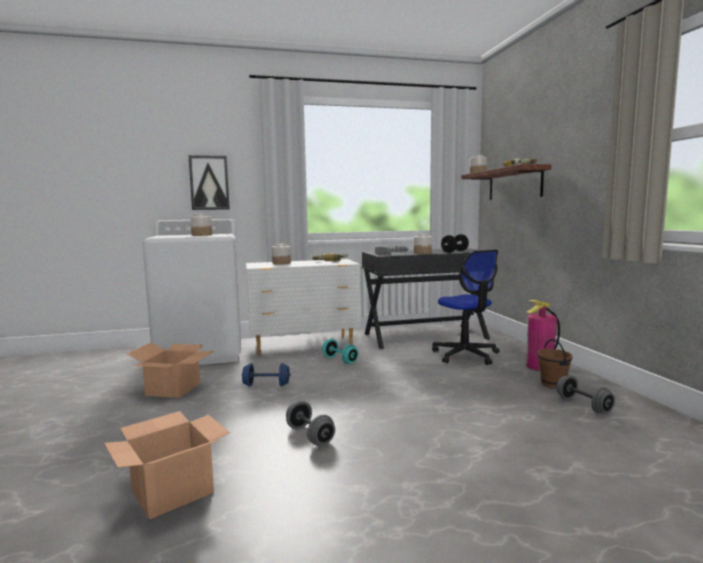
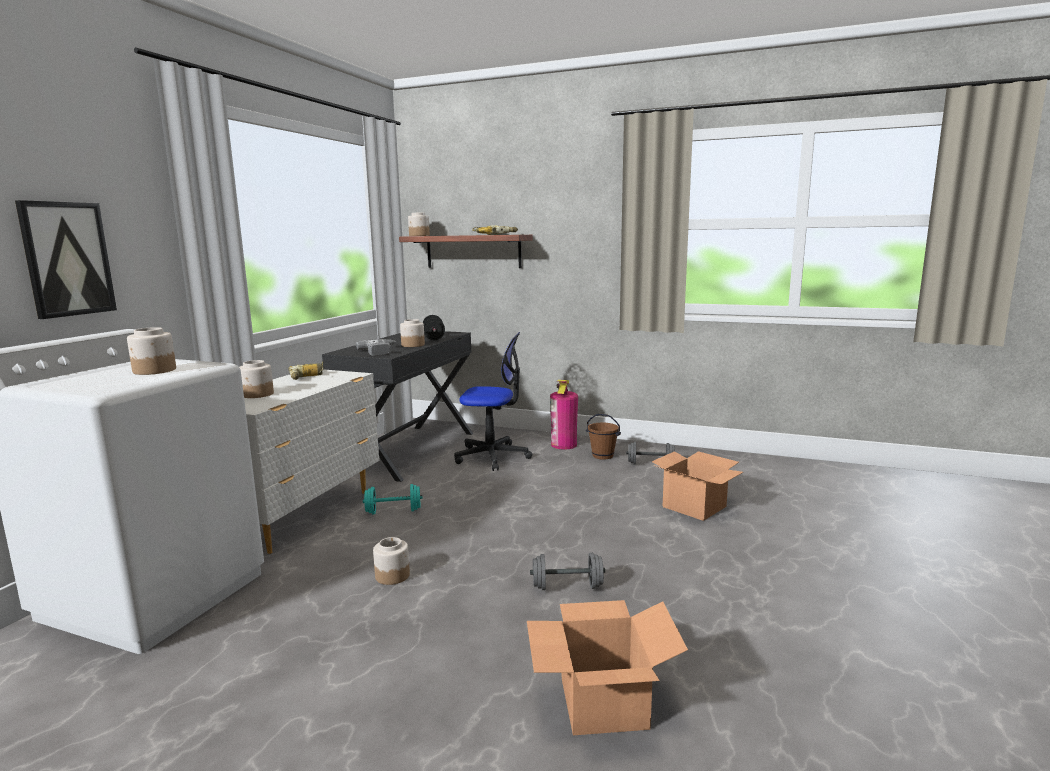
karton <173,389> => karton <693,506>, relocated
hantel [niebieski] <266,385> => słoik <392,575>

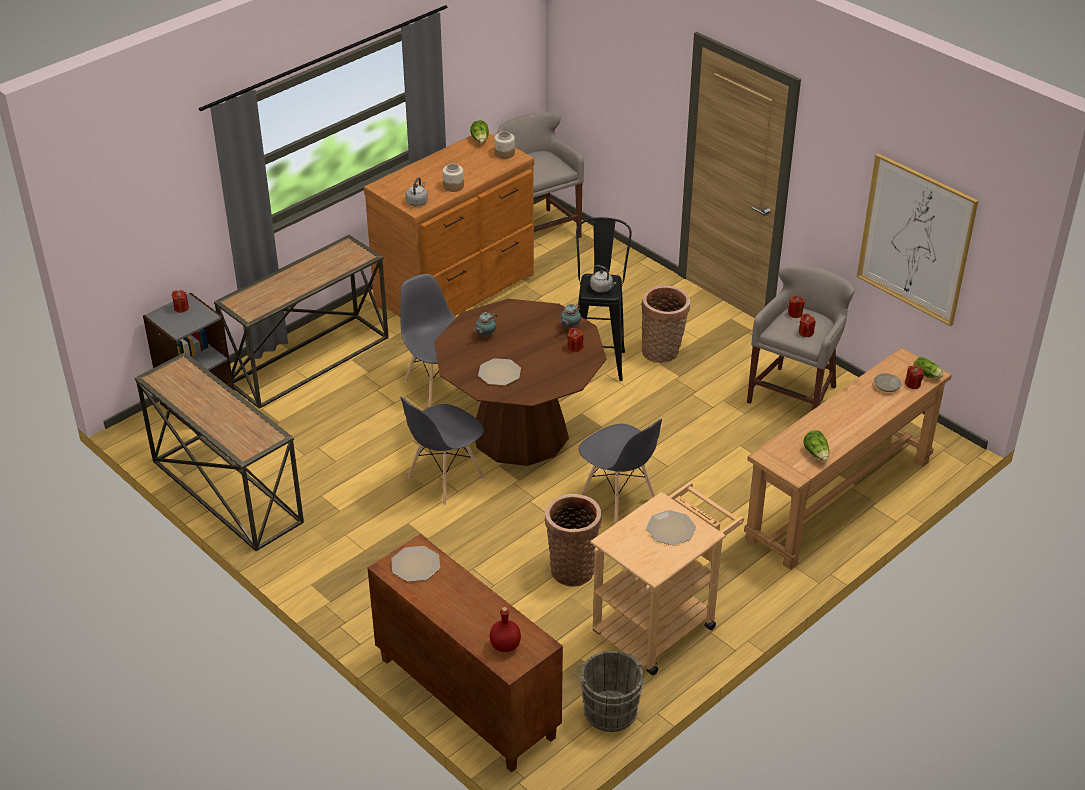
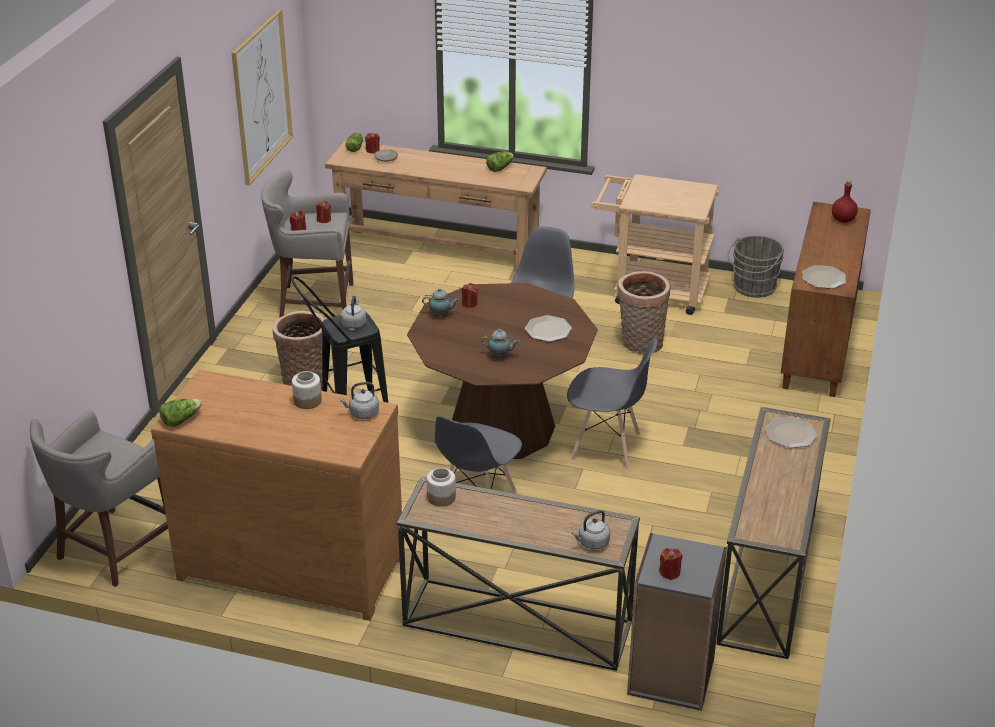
słoik <504,153> => słoik <441,497>, relocated
talerz <670,528> => talerz <790,434>, relocated
nothing => czajnik [szary] <592,543>

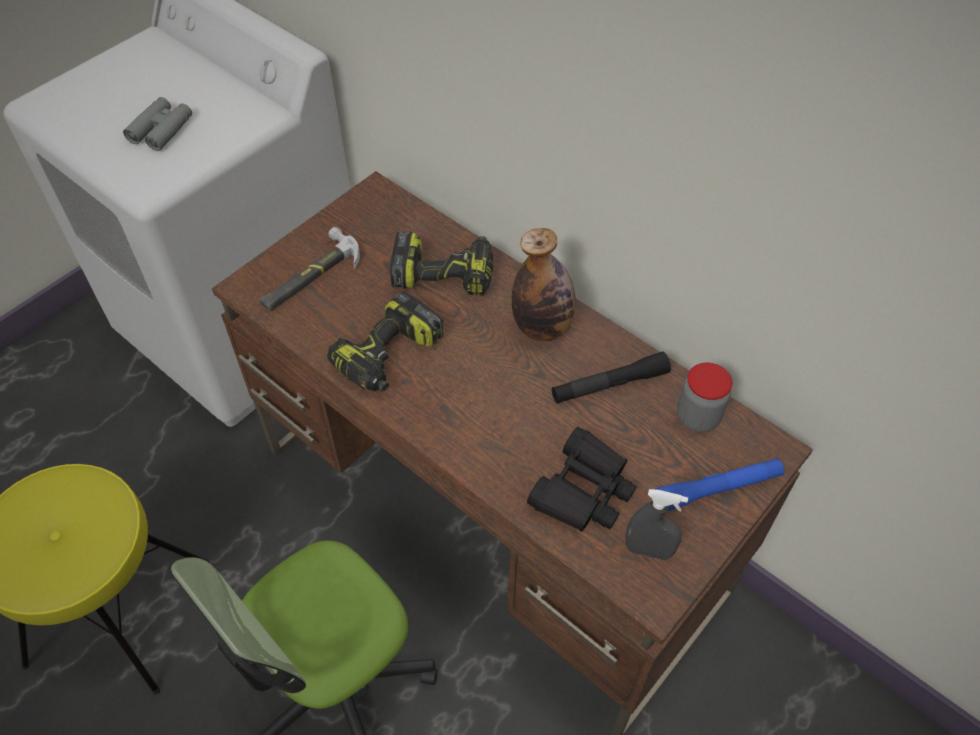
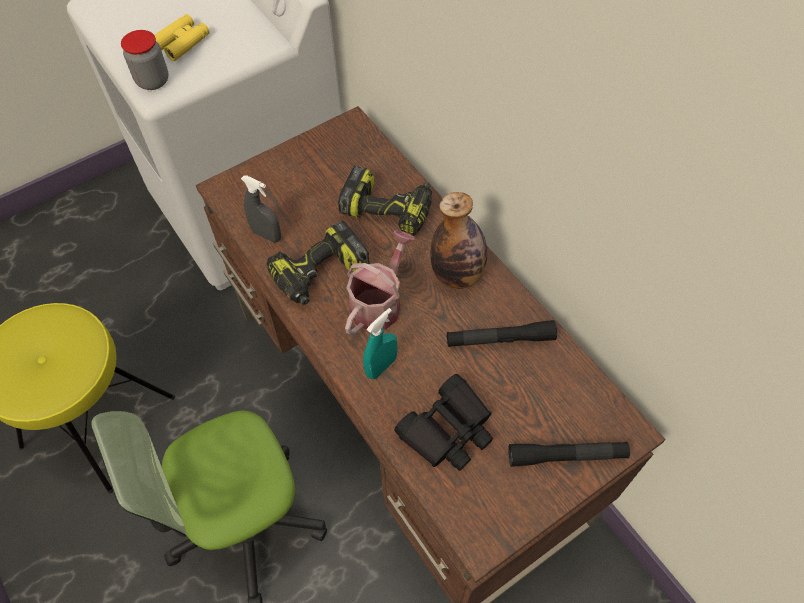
lornetka [szary] <161,130> => lornetka [żółty] <182,42>
młotek <310,276> => nothing
słoik <697,417> => słoik <153,81>, relocated
latarka [niebieski] <717,489> => latarka [czarny] <566,456>
spryskiwacz [szary] <648,550> => spryskiwacz [szary] <266,235>, relocated
nothing => konewka <379,303>
nothing => spryskiwacz [turkusowy] <381,366>

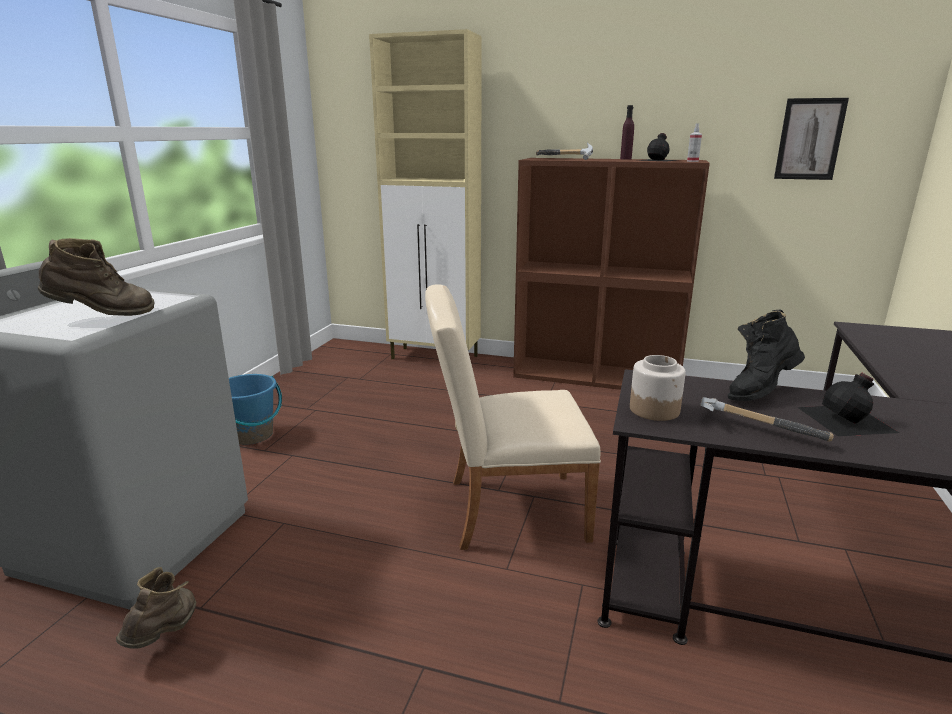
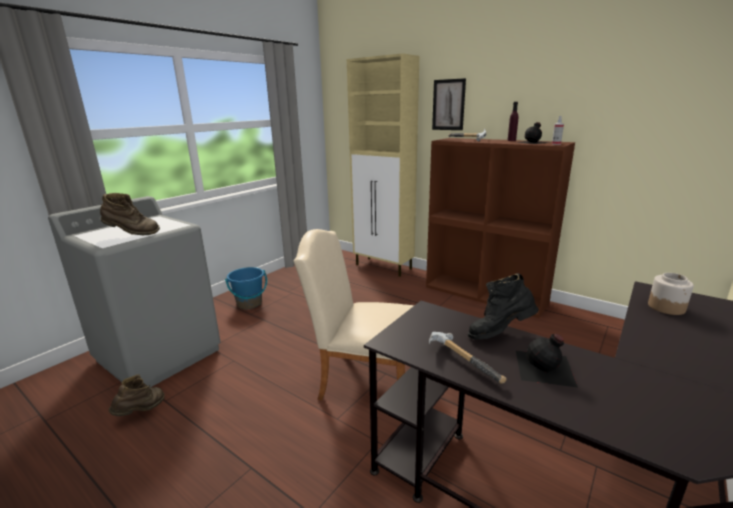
obraz <809,139> => obraz <448,105>, relocated
słoik <654,410> => słoik <666,307>, relocated

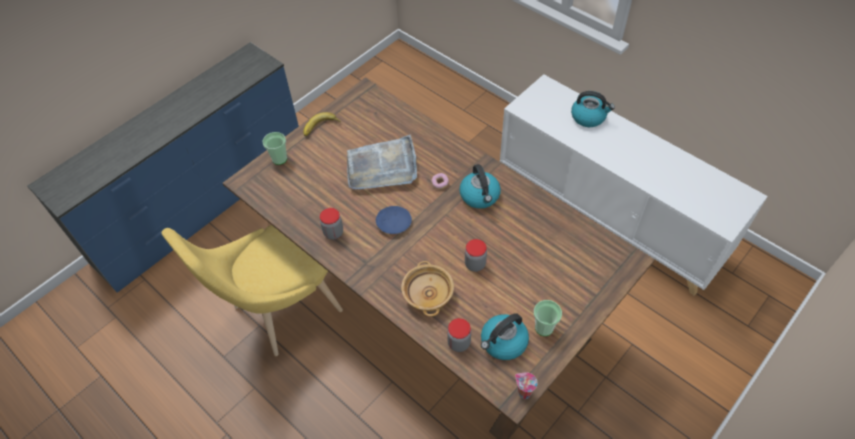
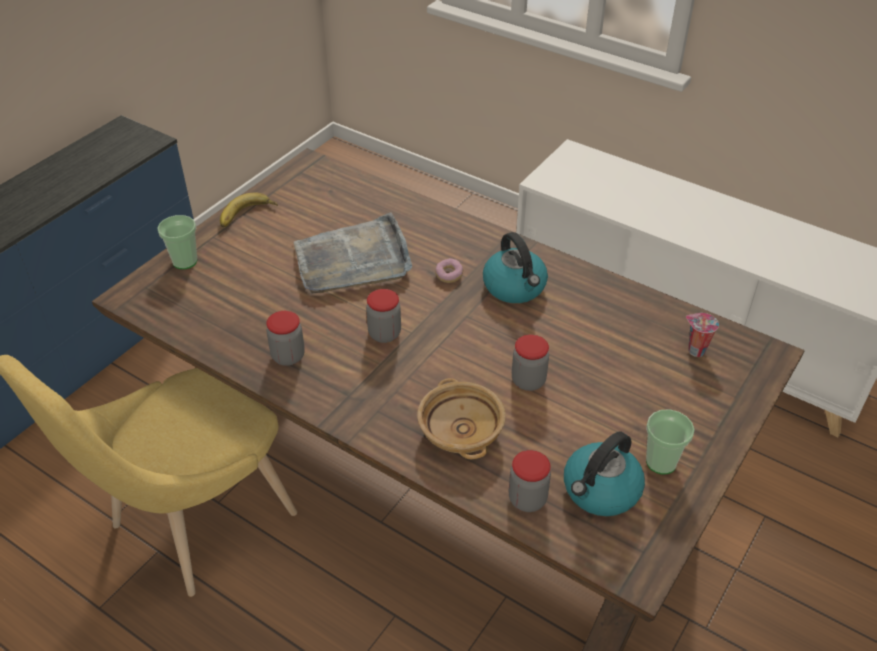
czajnik <588,117> => nothing
talerz [niebieski] <393,222> => słoik <384,334>
filiżanka <523,393> => filiżanka <695,350>, relocated

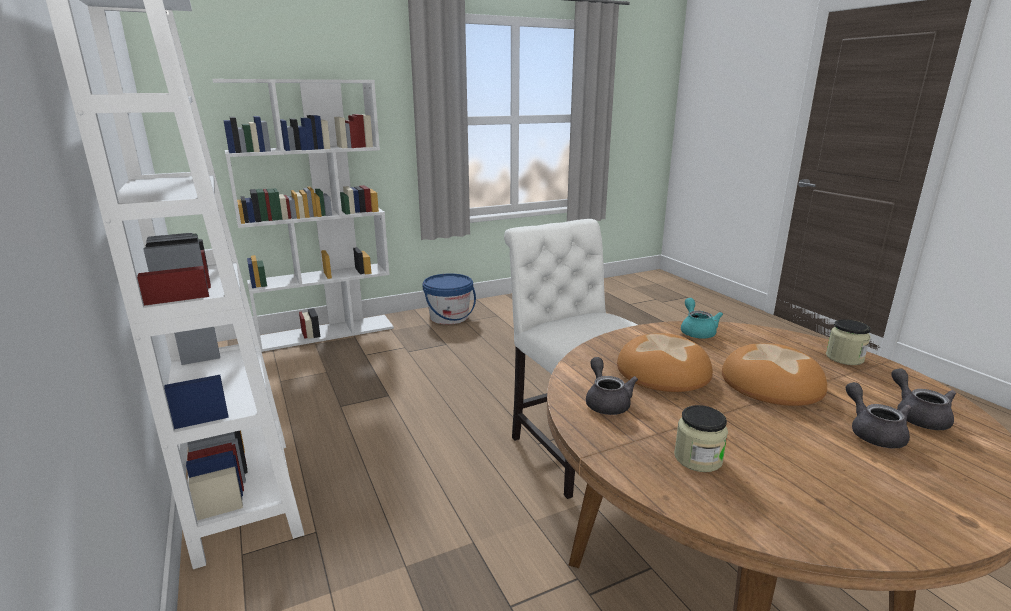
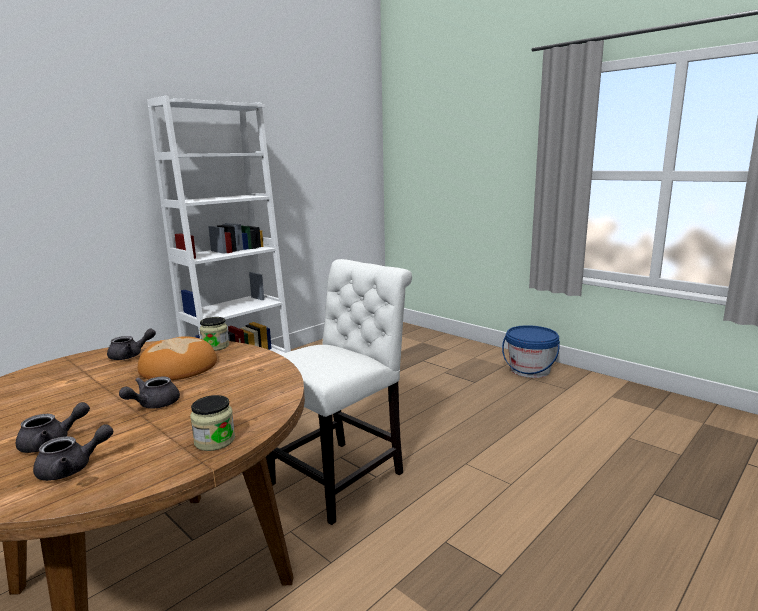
regał [biały] <327,332> => nothing
imbryk [turkusowy] <696,331> => nothing
chleb <772,383> => imbryk [szary] <153,404>
słoik <698,458> => słoik <215,346>, relocated

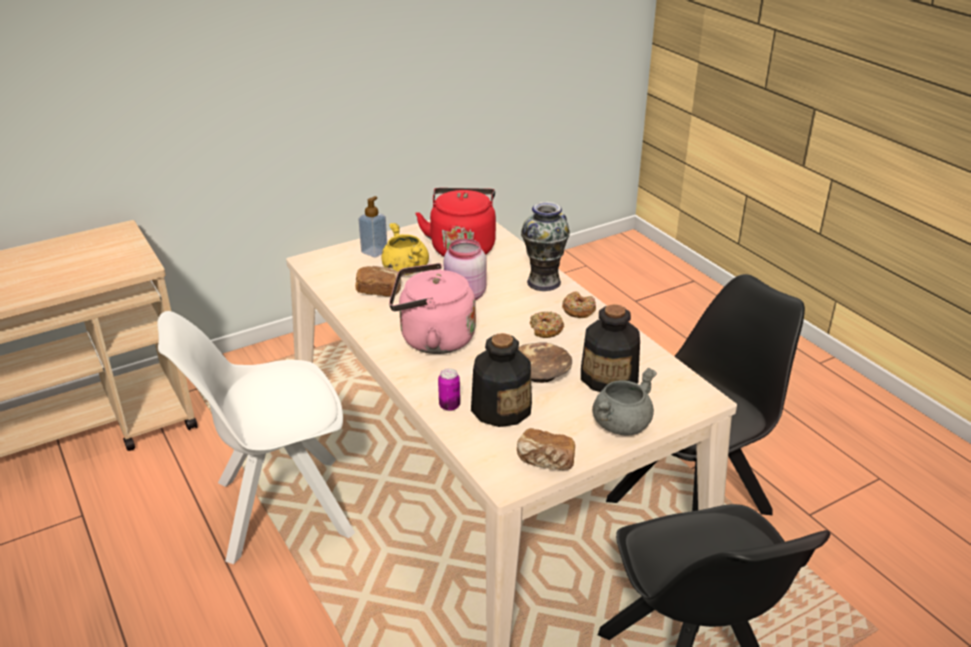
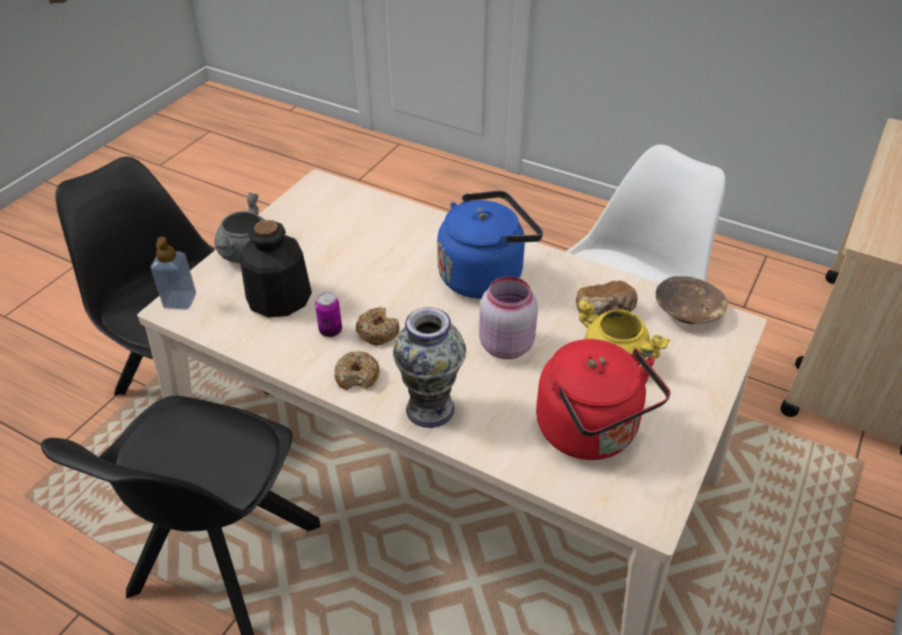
dozownik mydła <374,251> => dozownik mydła <180,300>, relocated
czajnik [różowy] <432,339> => czajnik [niebieski] <485,275>
butelka <501,408> => nothing
miska [brązowy] <541,372> => miska [brązowy] <687,311>, relocated
puszka <449,406> => puszka <330,331>, relocated
chleb <545,462> => nothing

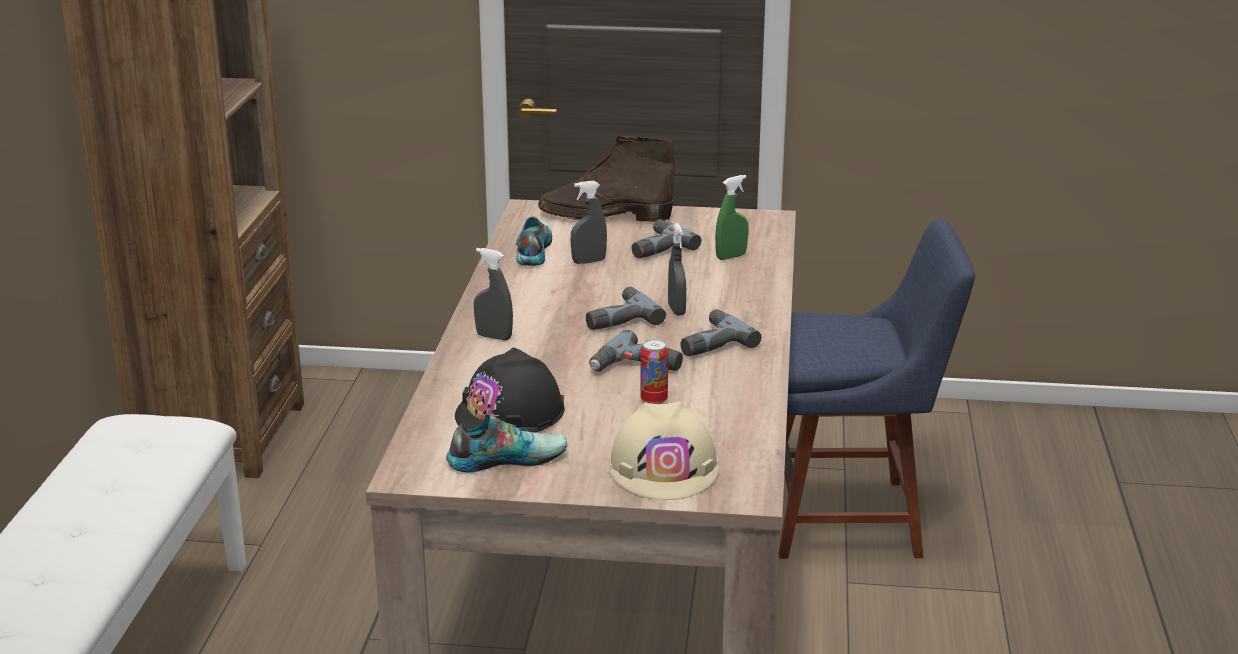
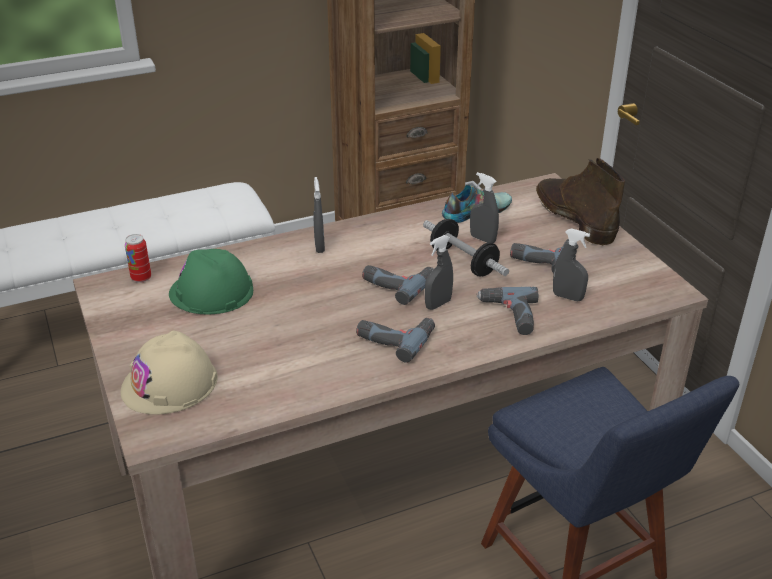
spryskiwacz [zielony] <731,256> => spryskiwacz [szary] <567,297>
wiertarka <636,368> => wiertarka <508,316>, relocated
puszka <654,400> => puszka <141,278>, relocated
kask [czarny] <510,412> => kask [zielony] <211,292>
but <506,458> => nothing
nothing => hantel <463,262>

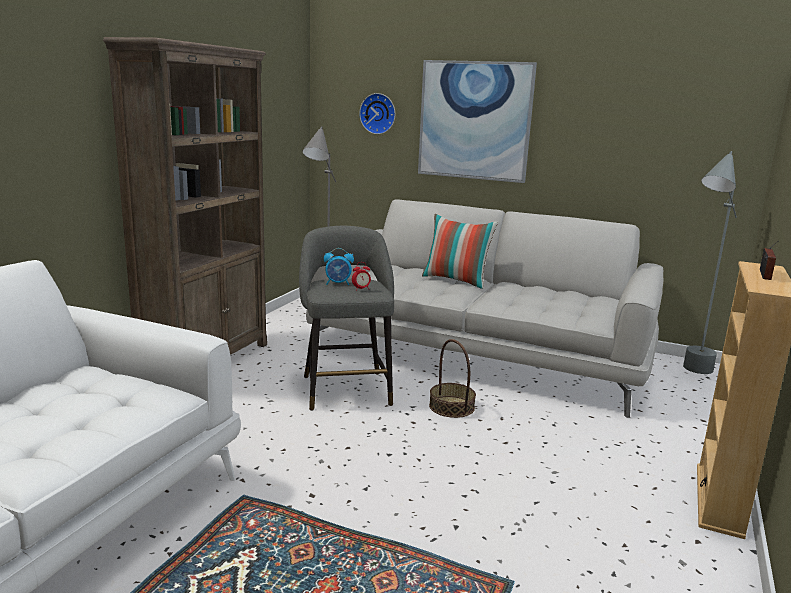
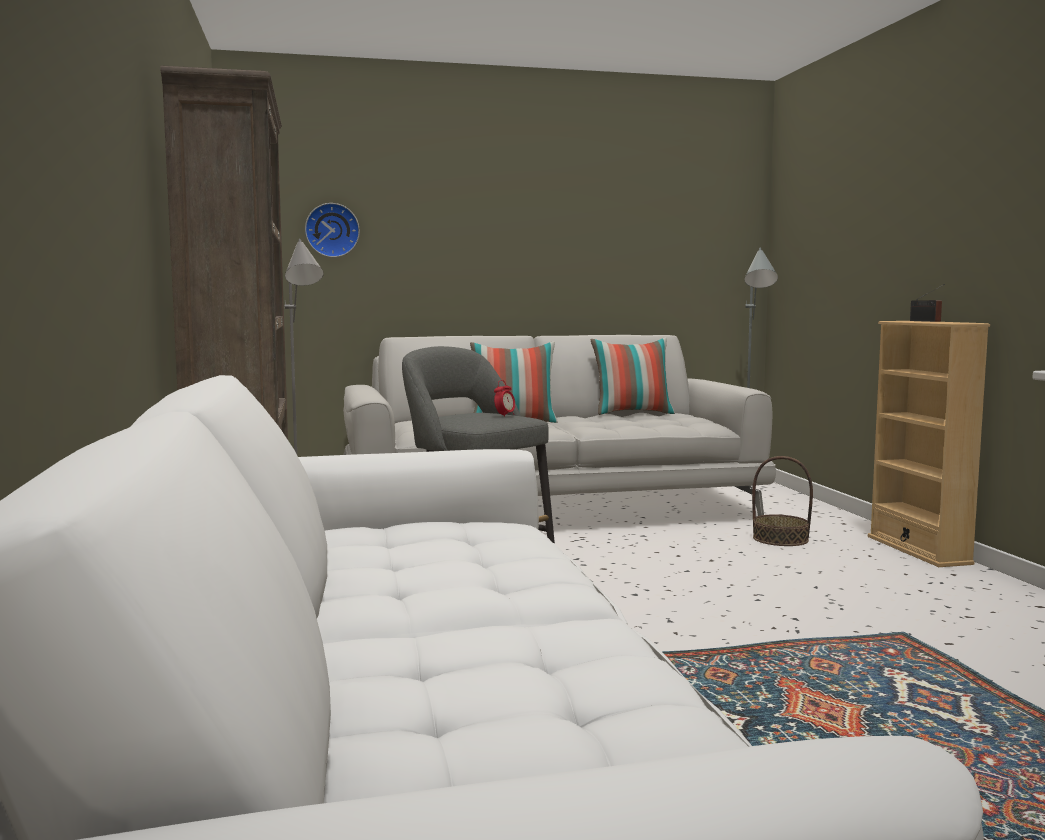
obraz <474,121> => nothing
budzik <338,283> => nothing
koszyk <452,407> => koszyk <780,539>, relocated
nothing => poduszka <632,413>

